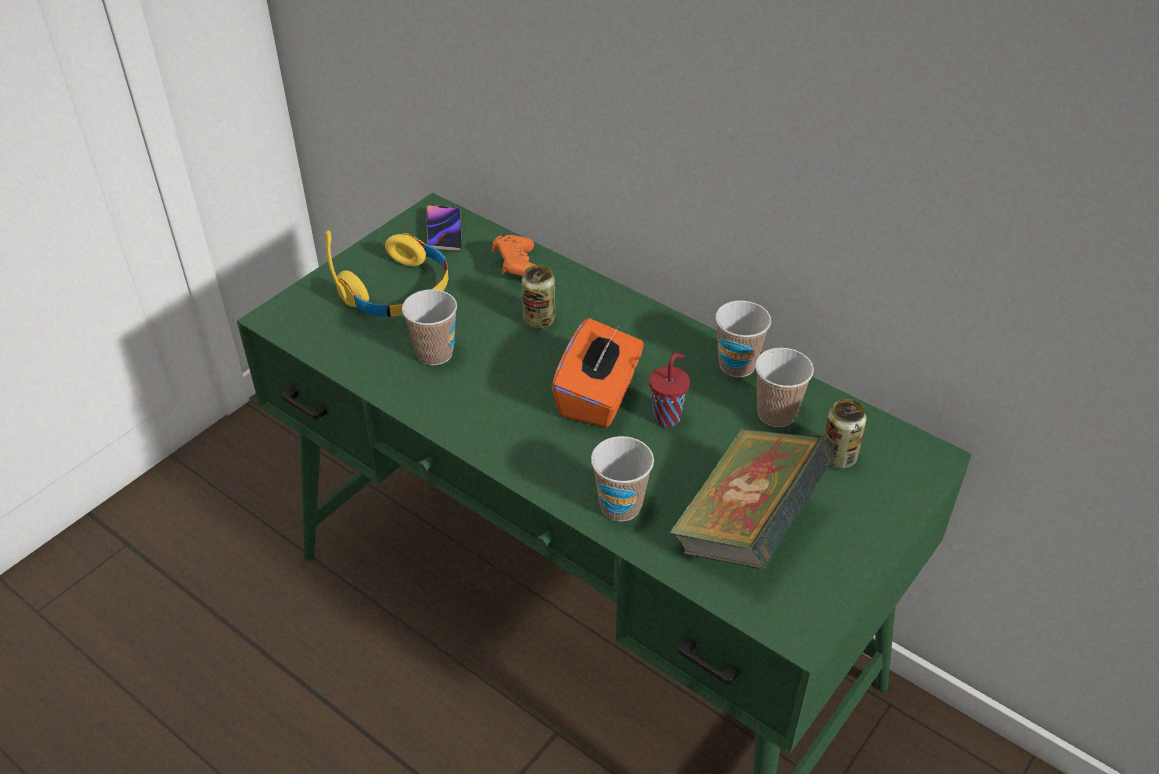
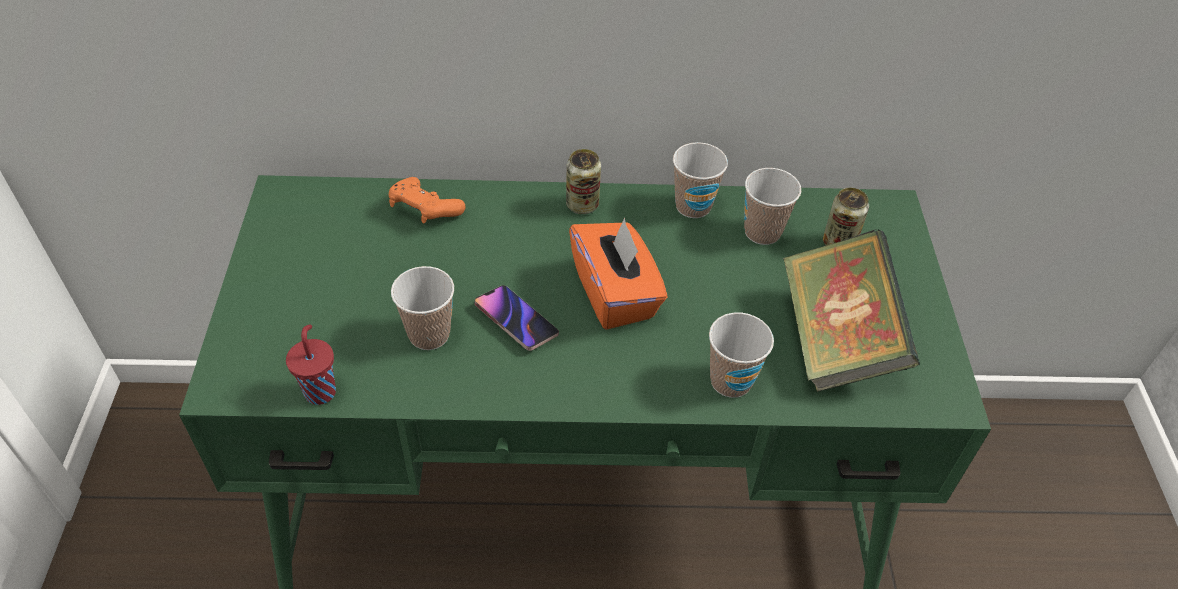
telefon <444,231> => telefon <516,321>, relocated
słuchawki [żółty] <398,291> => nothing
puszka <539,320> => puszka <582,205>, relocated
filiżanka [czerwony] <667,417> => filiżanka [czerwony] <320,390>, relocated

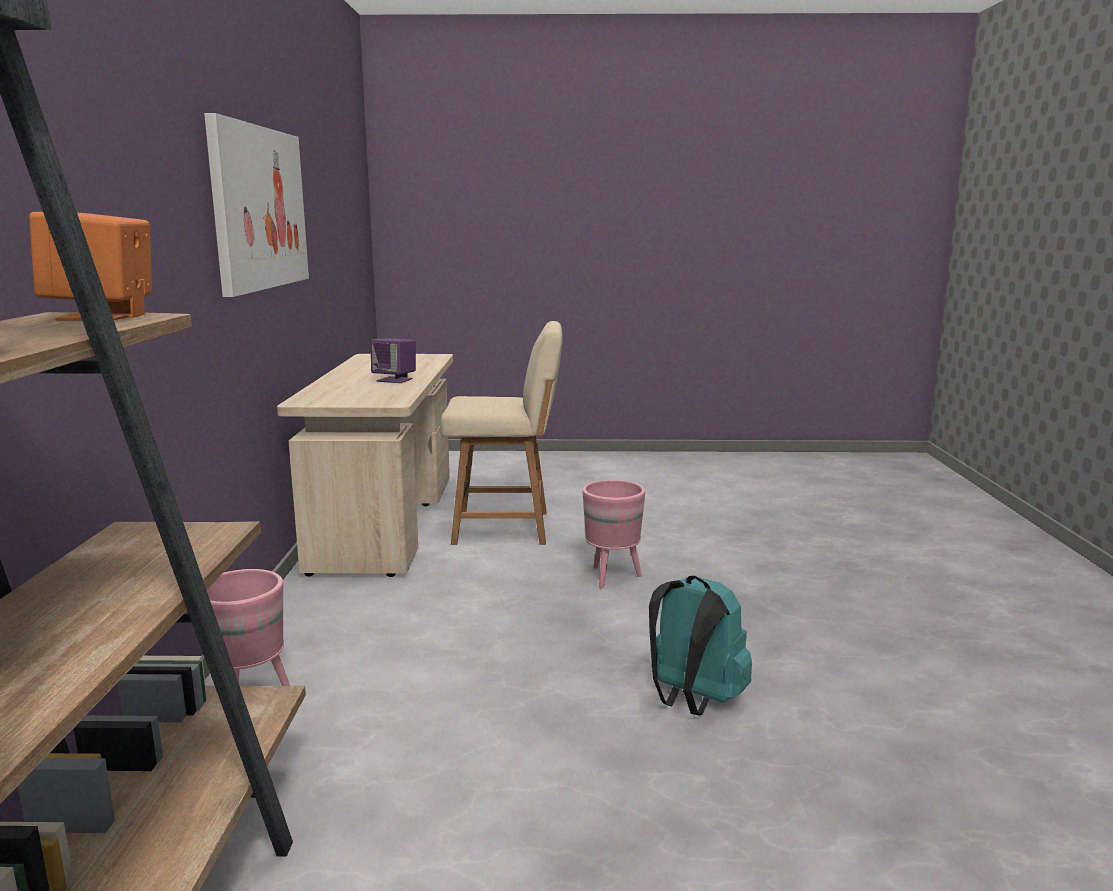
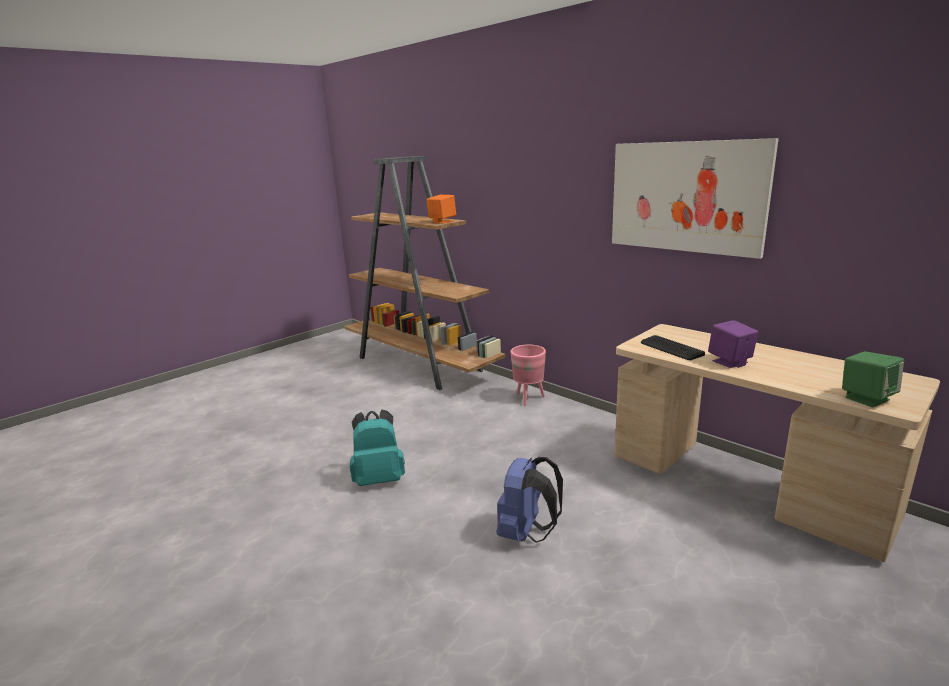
krzesło [beżowy] <506,528> => nothing
donica [różowy] <612,576> => plecak [niebieski] <526,533>
nothing => klawiatura <671,348>
nothing => głośnik [zielony] <866,398>

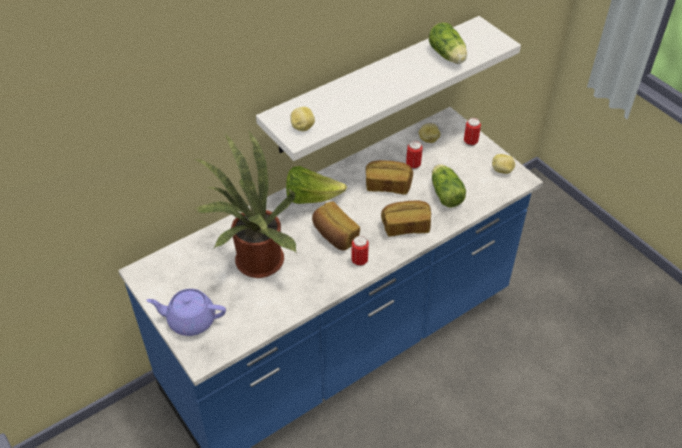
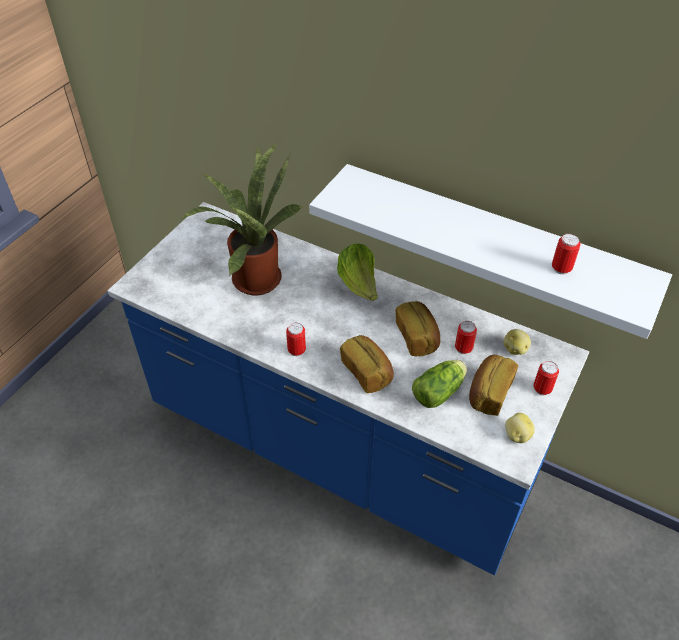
sałata <448,56> => puszka <561,268>
ziemniak <302,127> => nothing
chleb <335,236> => chleb <489,393>, relocated
imbryk [fioletowy] <190,320> => nothing

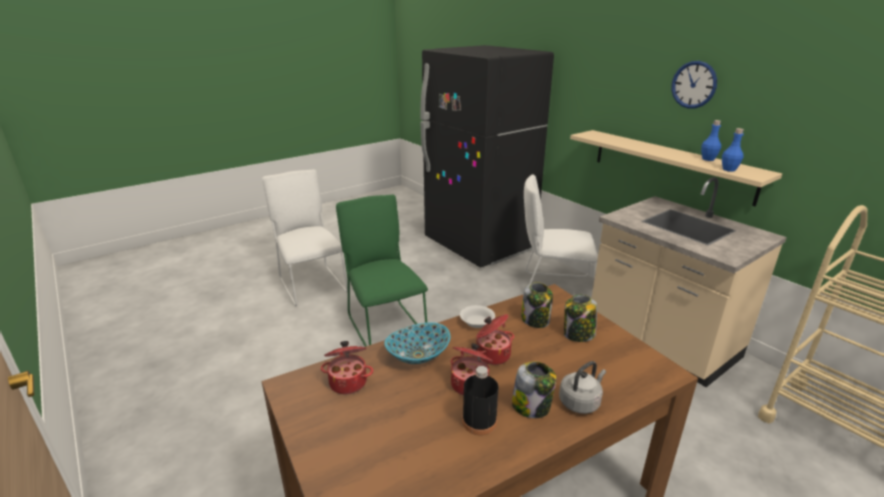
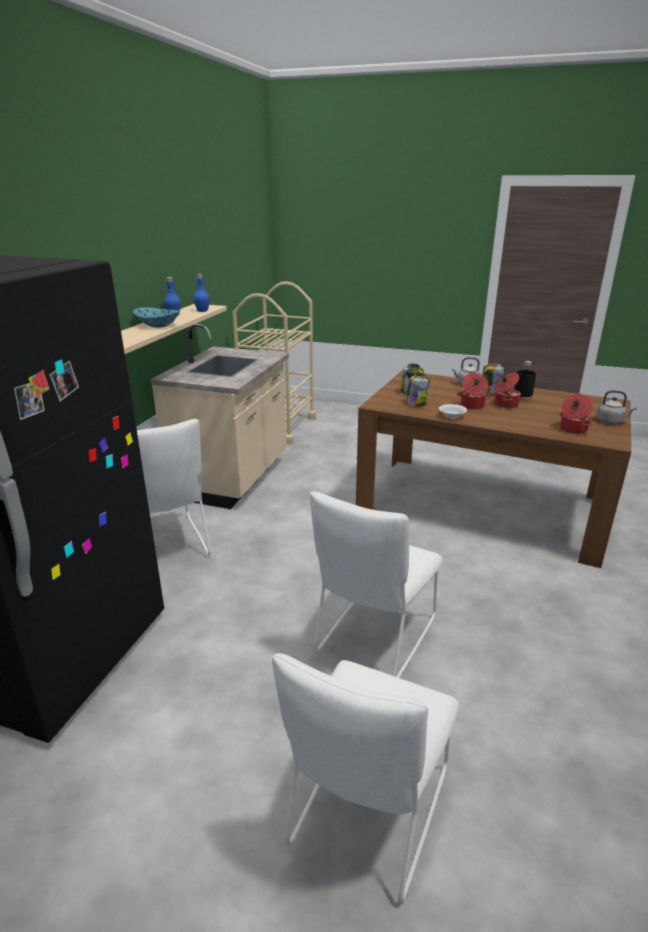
zegar ścienny <694,85> => nothing
krzesło [zielony] <384,324> => krzesło [biały] <373,639>
miska <417,355> => miska <158,326>, relocated
nothing => czajnik [szary] <611,421>

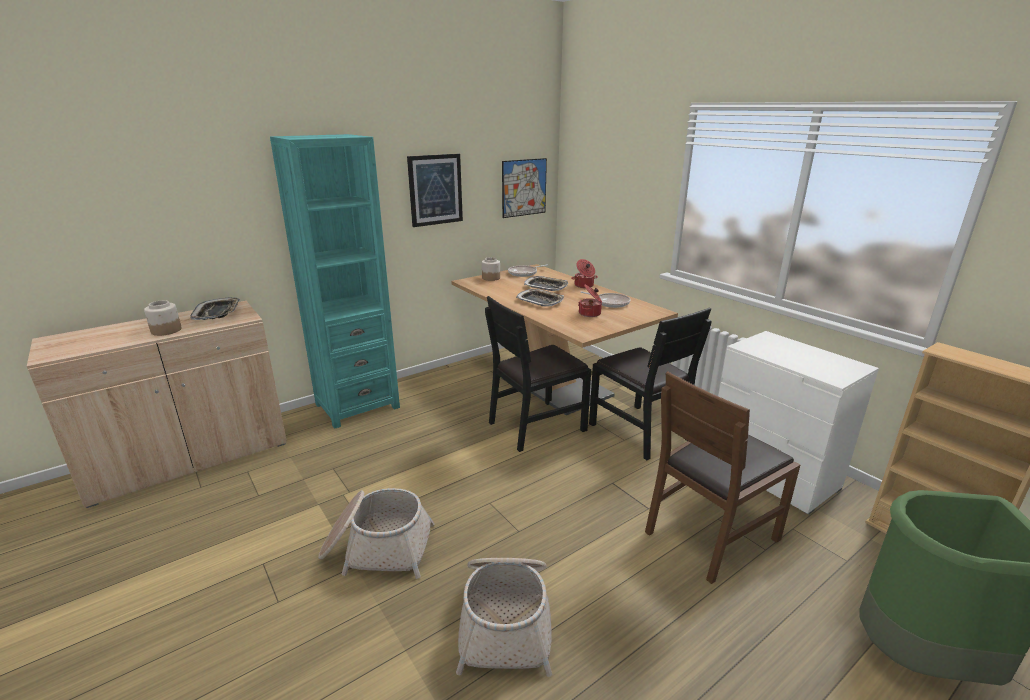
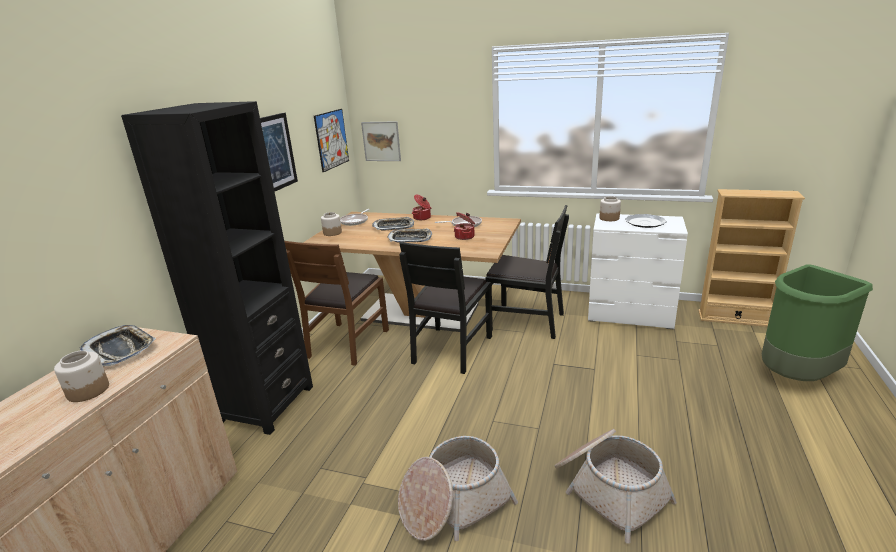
regał [turkusowy] <357,406> => regał [czarny] <265,404>
krzesło [brązowy] <710,534> => krzesło [brązowy] <347,343>, relocated
nothing => obraz <381,141>
nothing => słoik <609,218>
nothing => talerz <645,222>

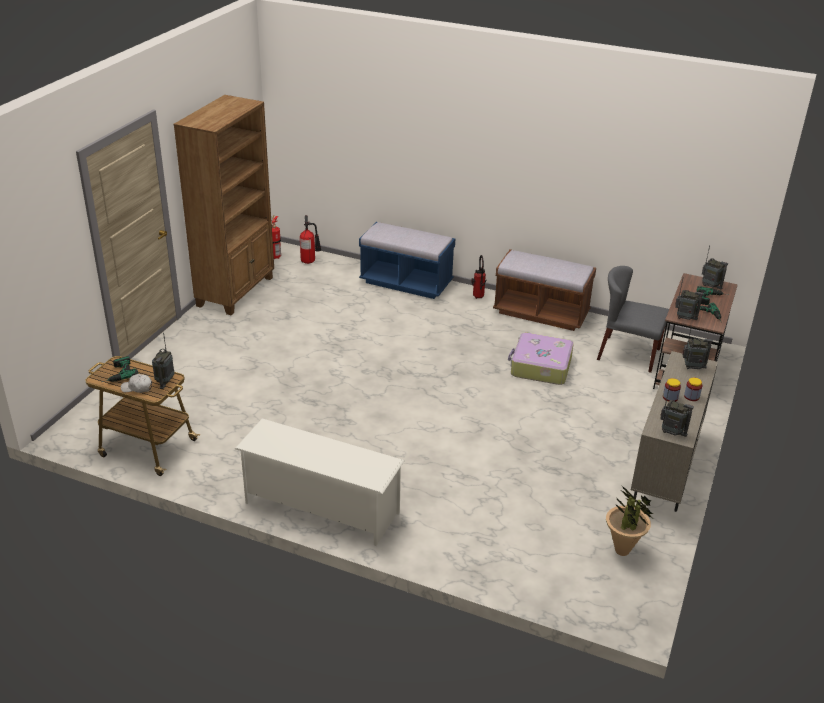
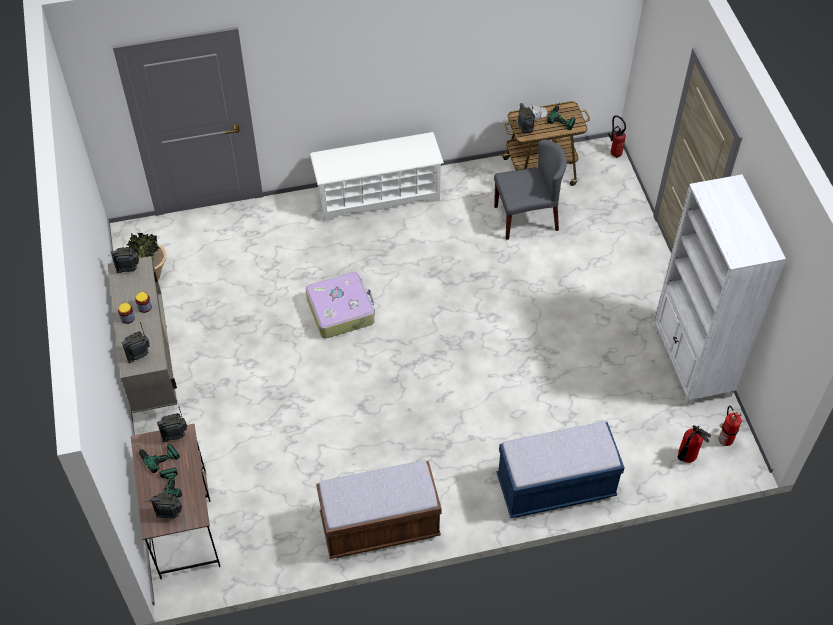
regał [brązowy] <236,291> => regał [biały] <691,362>
gaśnica <478,298> => gaśnica <615,153>, relocated
krzesło [szary] <628,354> => krzesło [szary] <526,218>, relocated
walizka <540,367> => walizka <341,310>, relocated

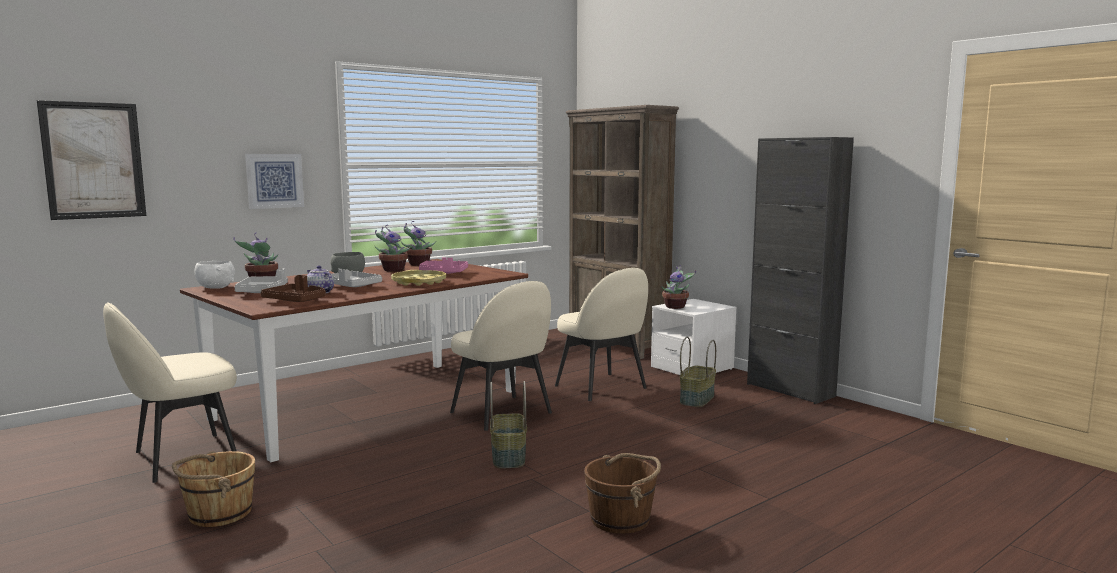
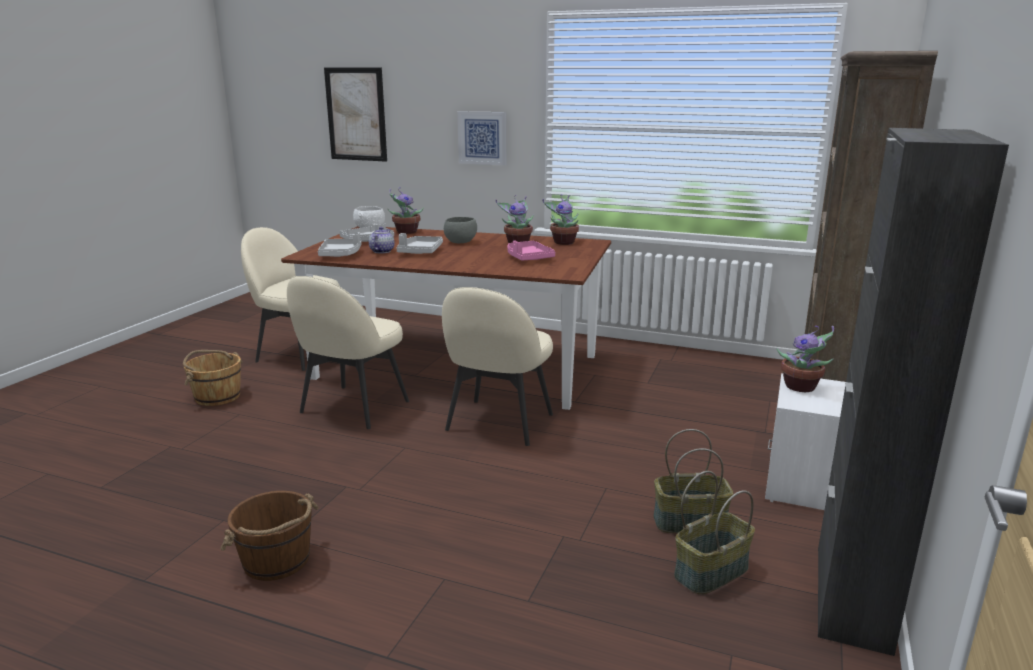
krzesło [beżowy] <602,387> => krzesło [beżowy] <352,408>, relocated
taca [żółty] <419,282> => nothing
taca [brązowy] <296,301> => taca [szary] <341,254>
koszyk <507,456> => koszyk <710,571>, relocated

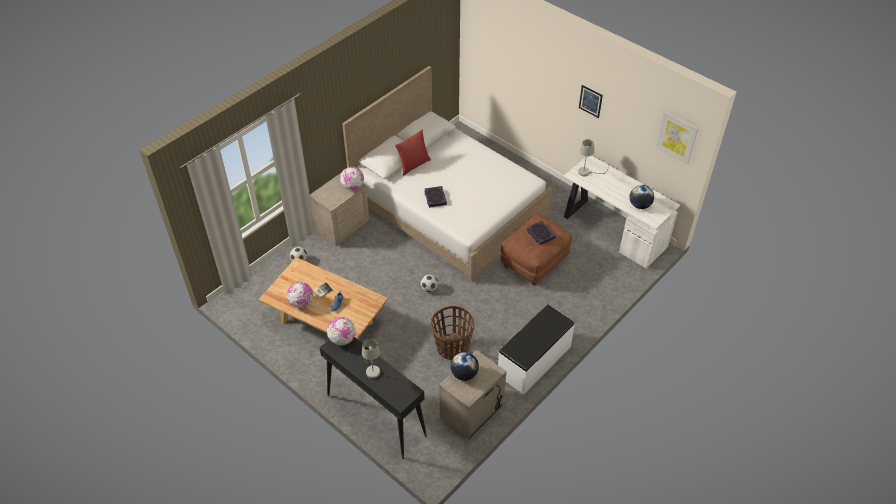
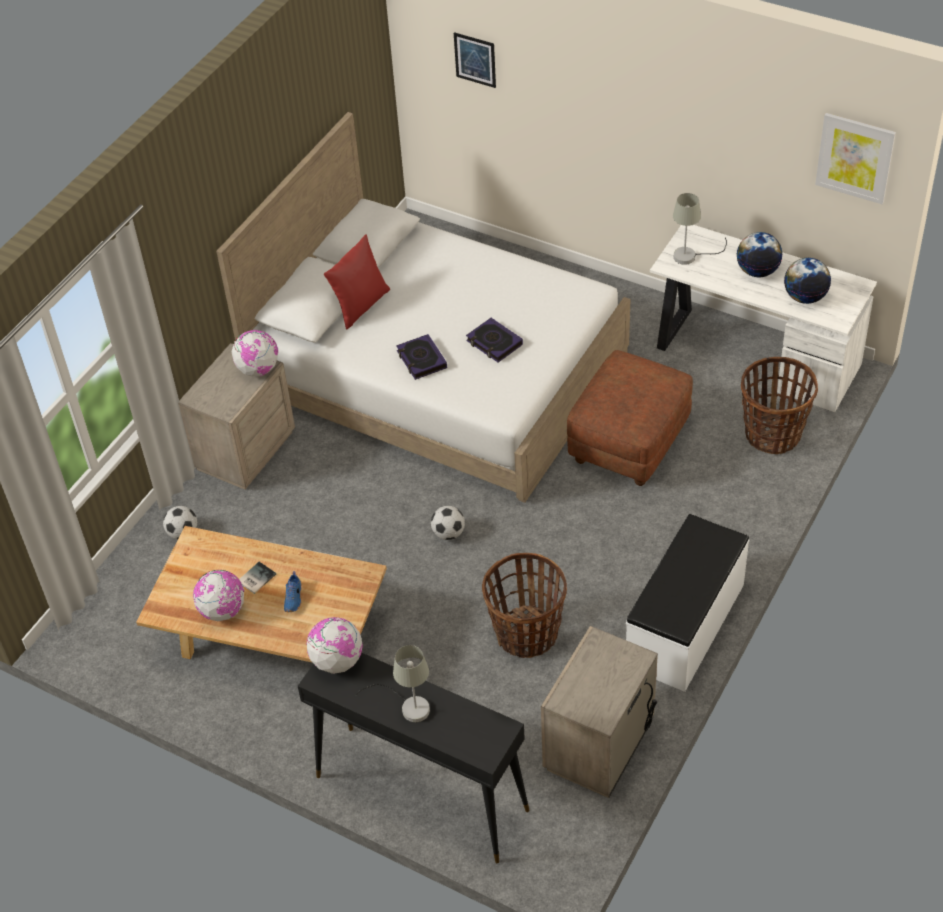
obraz <590,101> => obraz <475,59>, relocated
książka <540,234> => książka <494,343>, relocated
globus <464,374> => globus <757,271>, relocated
nothing => koszyk <772,434>

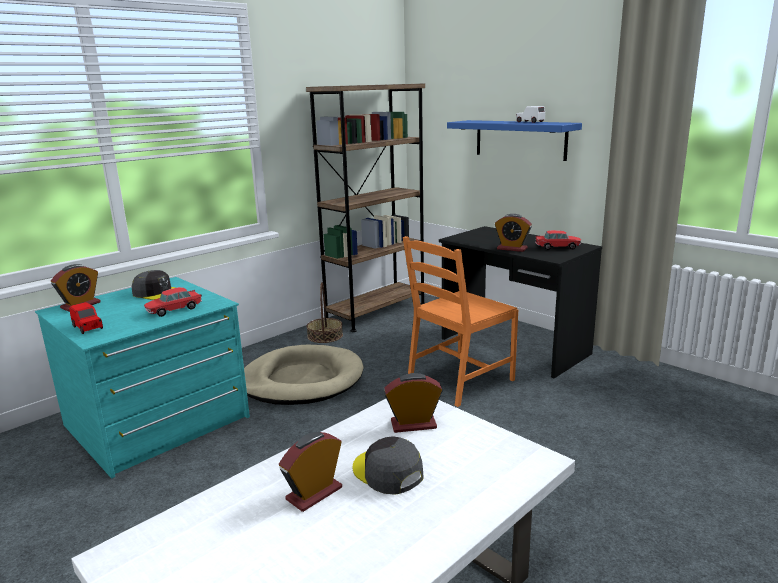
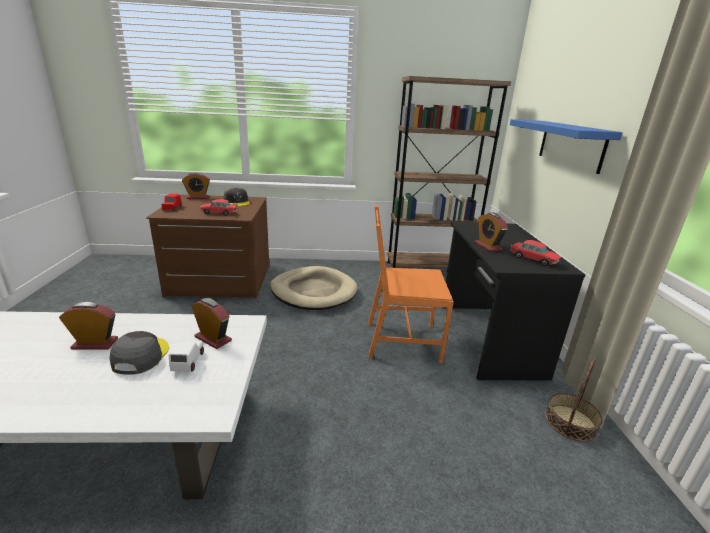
samochodzik [biały] <530,122> => samochodzik [biały] <188,361>, relocated
komoda [turkusowy] <158,422> => komoda [brązowy] <220,280>
koszyk <325,336> => koszyk <570,422>, relocated

